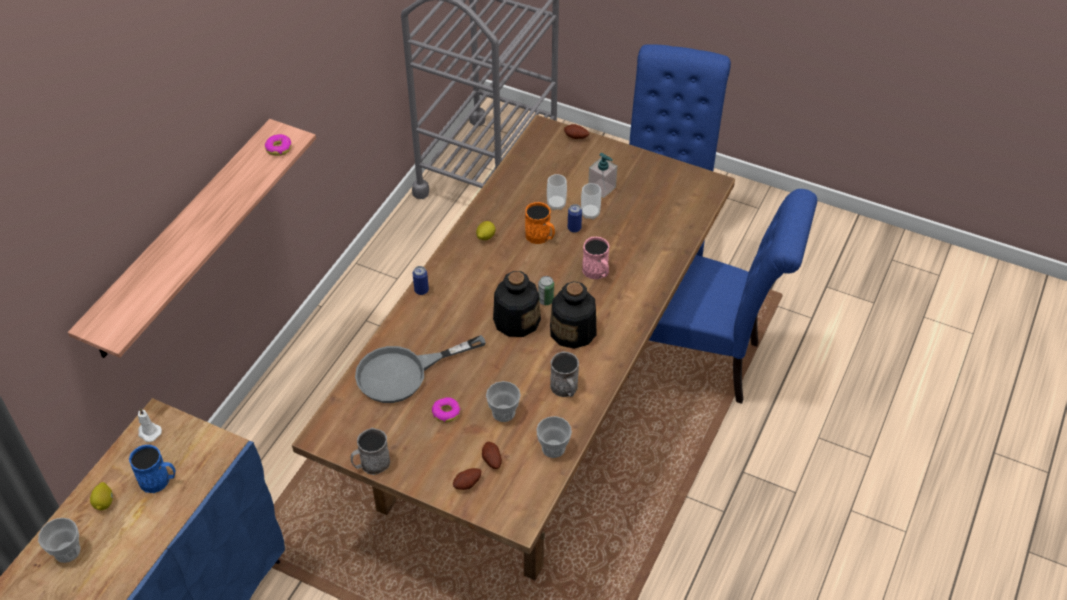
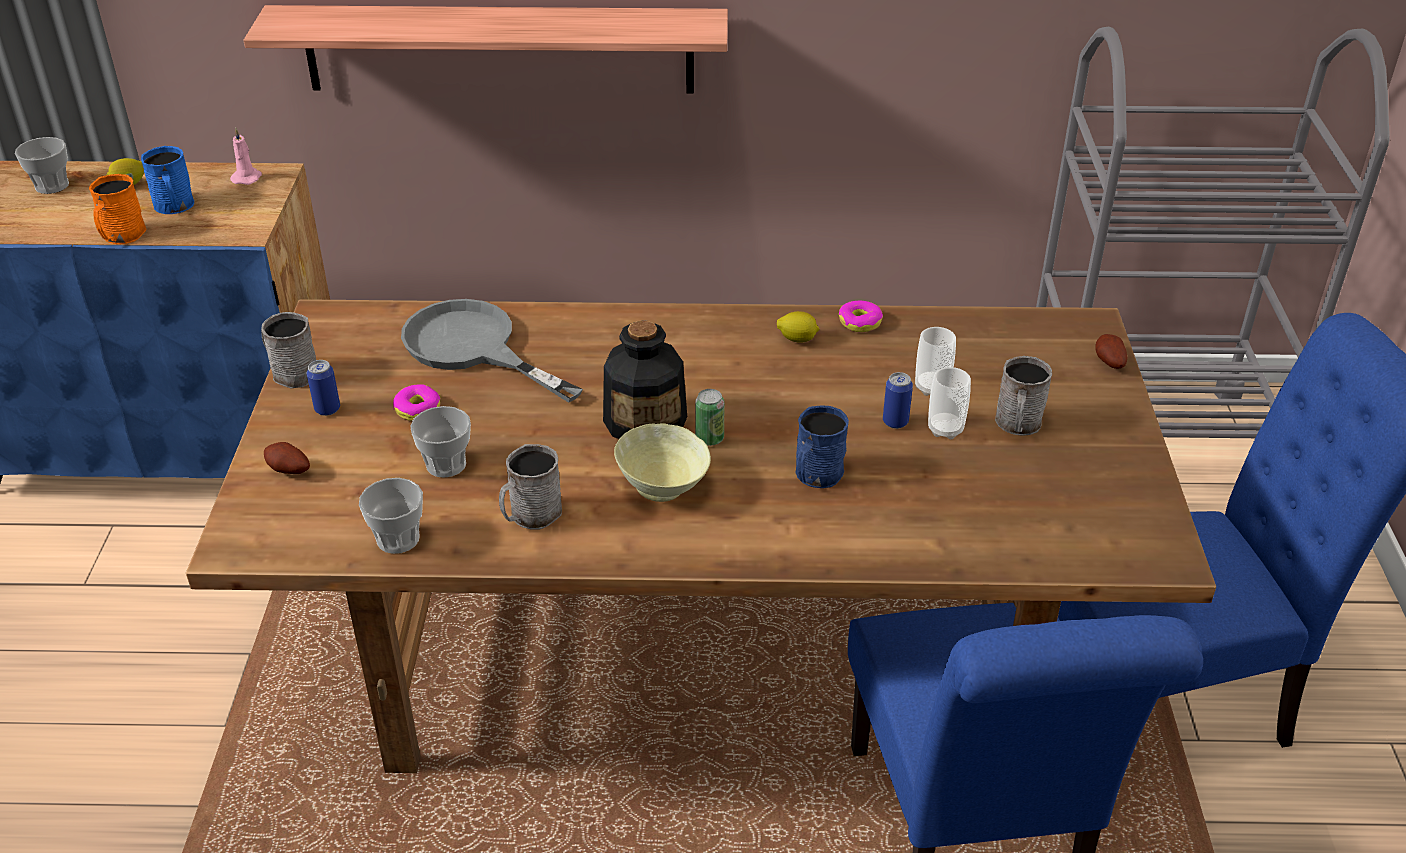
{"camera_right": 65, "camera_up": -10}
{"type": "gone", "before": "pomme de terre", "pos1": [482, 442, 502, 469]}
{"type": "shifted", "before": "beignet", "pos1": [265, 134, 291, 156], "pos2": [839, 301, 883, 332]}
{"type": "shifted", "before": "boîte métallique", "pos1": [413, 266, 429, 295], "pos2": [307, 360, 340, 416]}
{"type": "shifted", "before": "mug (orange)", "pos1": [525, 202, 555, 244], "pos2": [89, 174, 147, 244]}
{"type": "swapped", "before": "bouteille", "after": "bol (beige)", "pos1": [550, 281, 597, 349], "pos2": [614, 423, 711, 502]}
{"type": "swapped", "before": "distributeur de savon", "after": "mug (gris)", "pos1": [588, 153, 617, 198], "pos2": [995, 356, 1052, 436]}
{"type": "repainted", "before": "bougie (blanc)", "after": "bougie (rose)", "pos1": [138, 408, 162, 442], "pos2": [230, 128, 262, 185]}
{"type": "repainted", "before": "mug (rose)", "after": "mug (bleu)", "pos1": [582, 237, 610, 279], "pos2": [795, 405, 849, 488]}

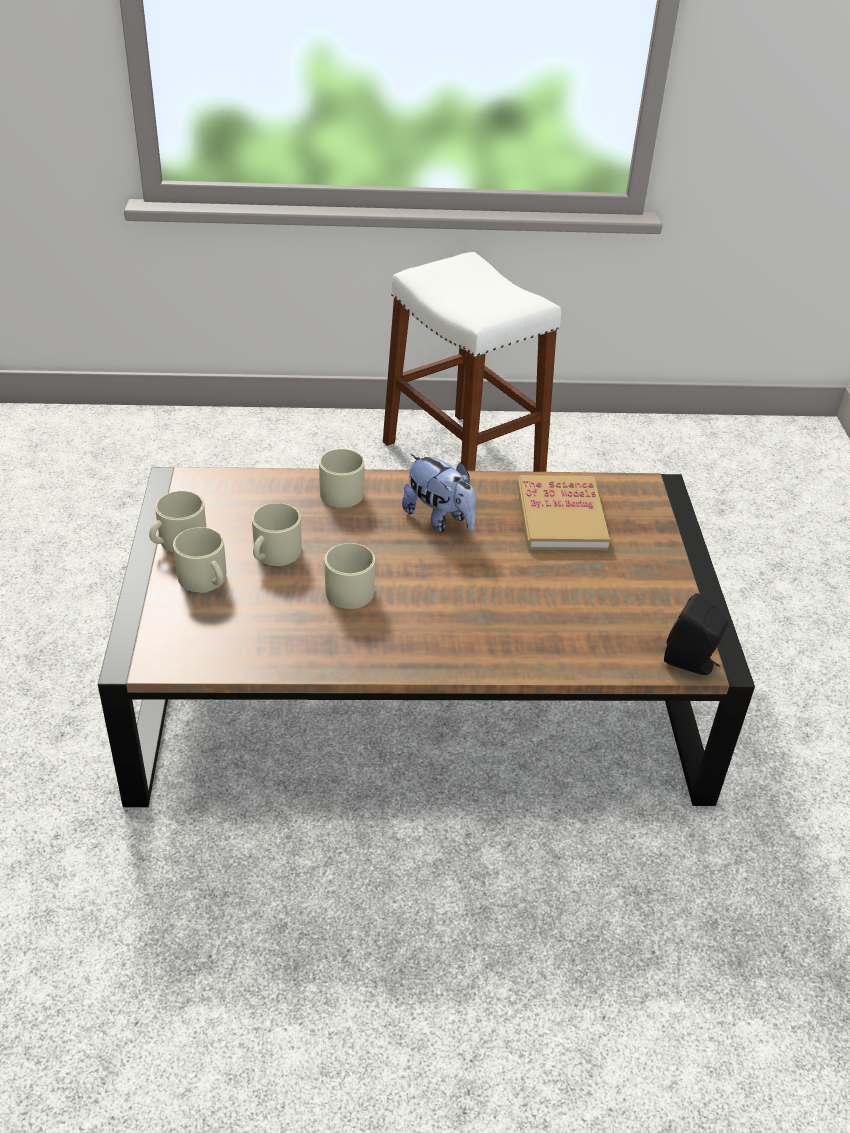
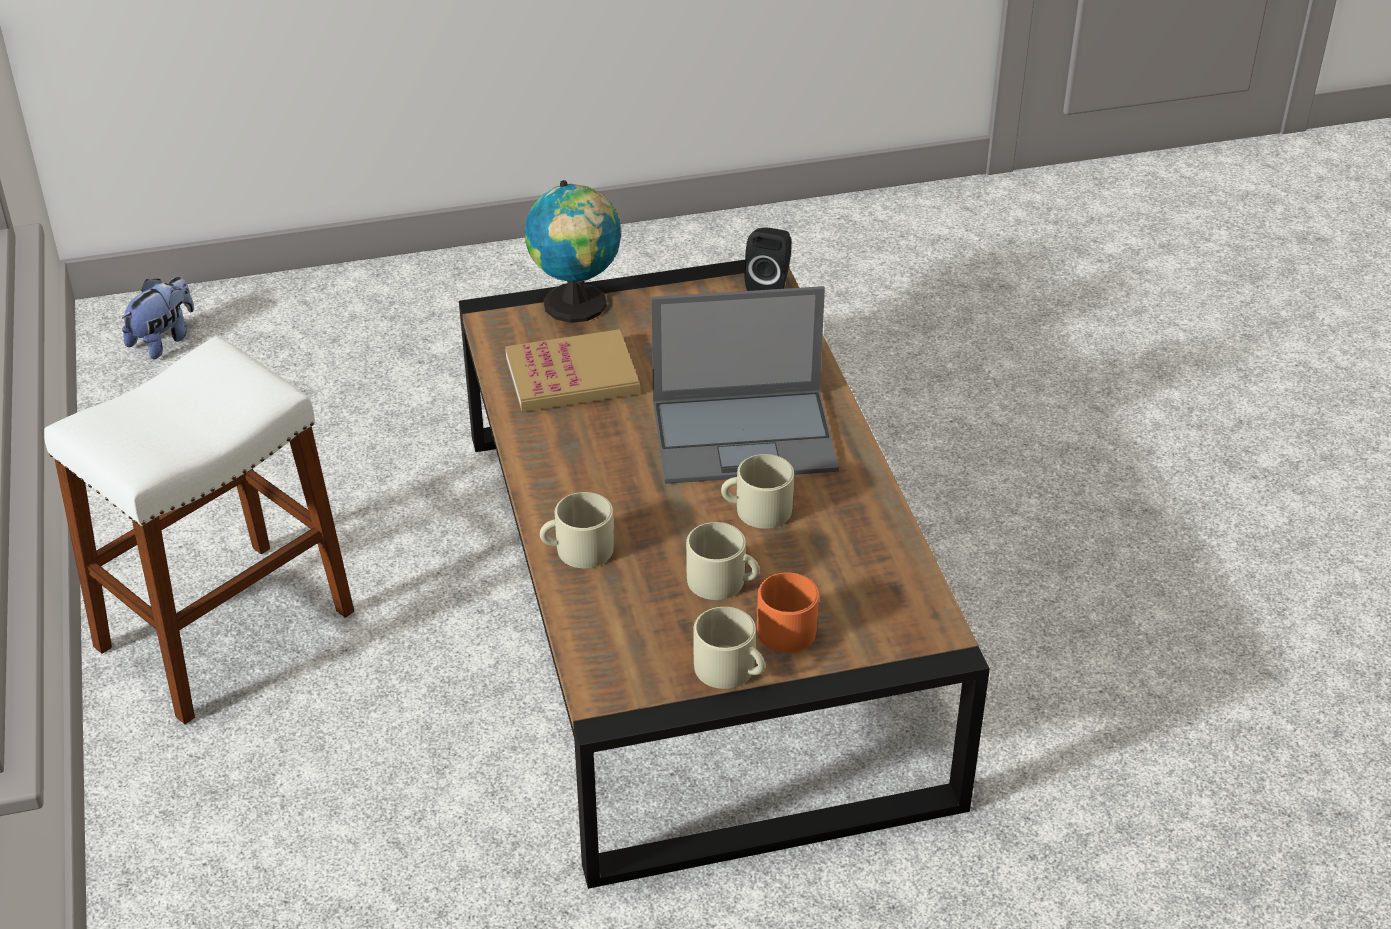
{"camera_right": -100, "camera_up": 0}
{"type": "new", "after": "globe", "pos2": [524, 180, 621, 323]}
{"type": "new", "after": "ordinateur portable", "pos2": [651, 286, 839, 484]}
{"type": "shifted", "before": "peluche", "pos1": [402, 453, 476, 532], "pos2": [122, 277, 194, 359]}
{"type": "repainted", "before": "mug (beige)", "after": "mug (orange)", "pos1": [173, 527, 226, 592], "pos2": [757, 572, 819, 653]}

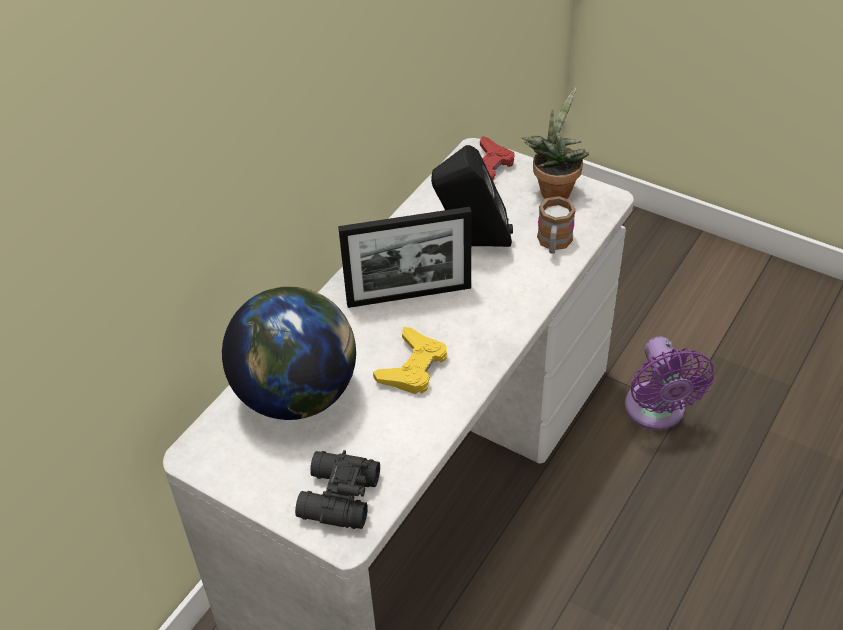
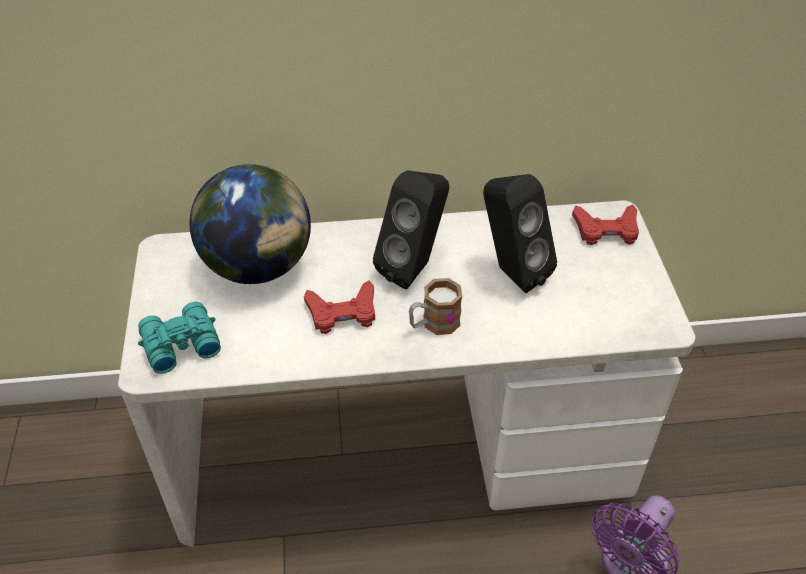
{"camera_right": 50, "camera_up": 0}
{"type": "gone", "before": "plante en pot", "pos1": [522, 88, 589, 199]}
{"type": "shifted", "before": "mug", "pos1": [537, 196, 576, 254], "pos2": [409, 278, 462, 335]}
{"type": "swapped", "before": "cadre photo", "after": "enceinte (noir)", "pos1": [338, 207, 472, 308], "pos2": [373, 170, 449, 289]}
{"type": "repainted", "before": "jumelles (noir)", "after": "jumelles (turquoise)", "pos1": [295, 450, 380, 529], "pos2": [138, 302, 221, 374]}
{"type": "repainted", "before": "manette (jaune)", "after": "manette (rouge)", "pos1": [373, 327, 447, 394], "pos2": [304, 280, 375, 334]}

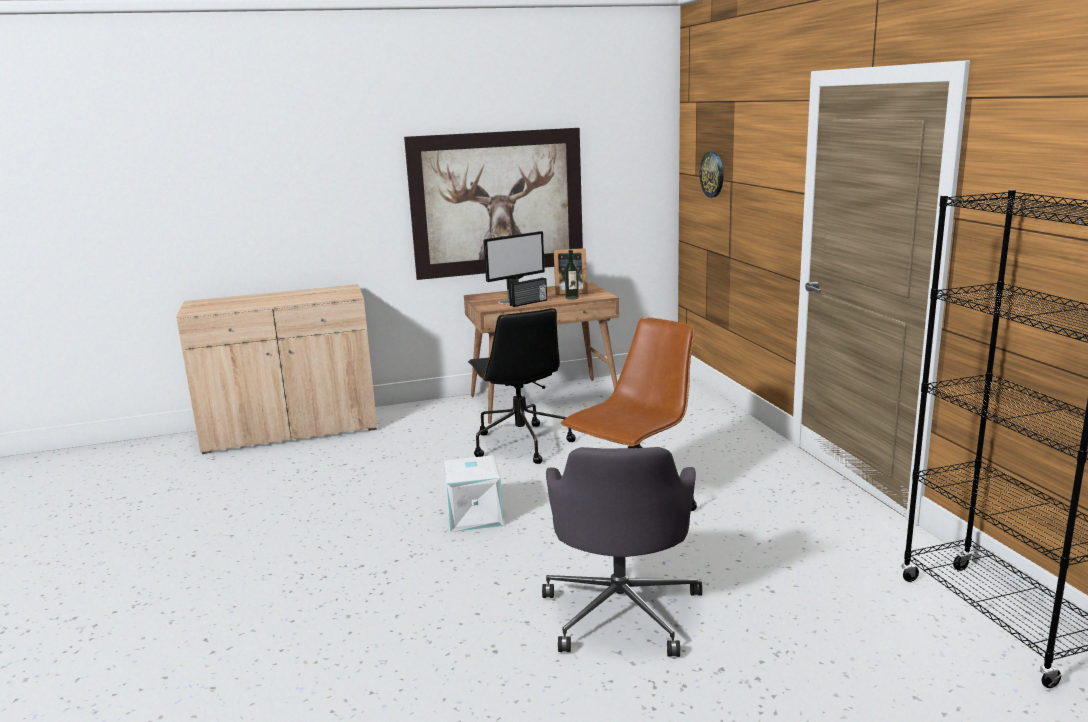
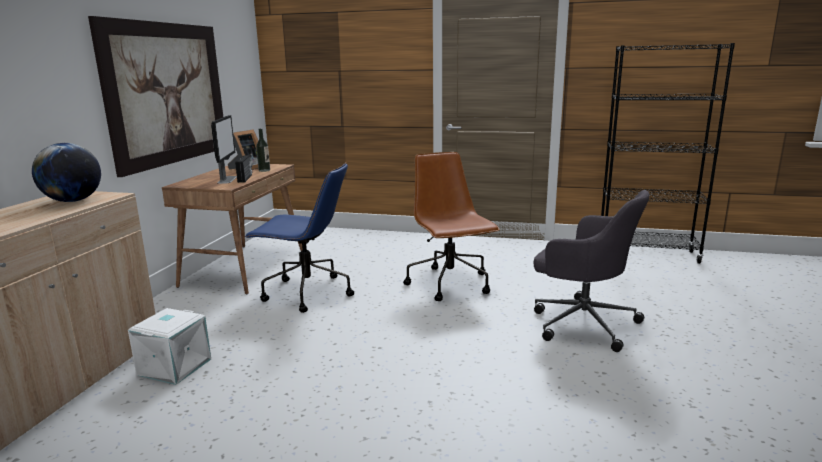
{"camera_right": -60, "camera_up": 0}
{"type": "gone", "before": "horloge murale", "pos1": [700, 151, 724, 198]}
{"type": "new", "after": "globe", "pos2": [32, 143, 101, 202]}
{"type": "shifted", "before": "boîte de rangement (blanc)", "pos1": [442, 456, 503, 532], "pos2": [128, 308, 211, 385]}
{"type": "repainted", "before": "chaise de bureau (noir)", "after": "chaise de bureau (bleu)", "pos1": [468, 308, 576, 464], "pos2": [244, 163, 354, 313]}

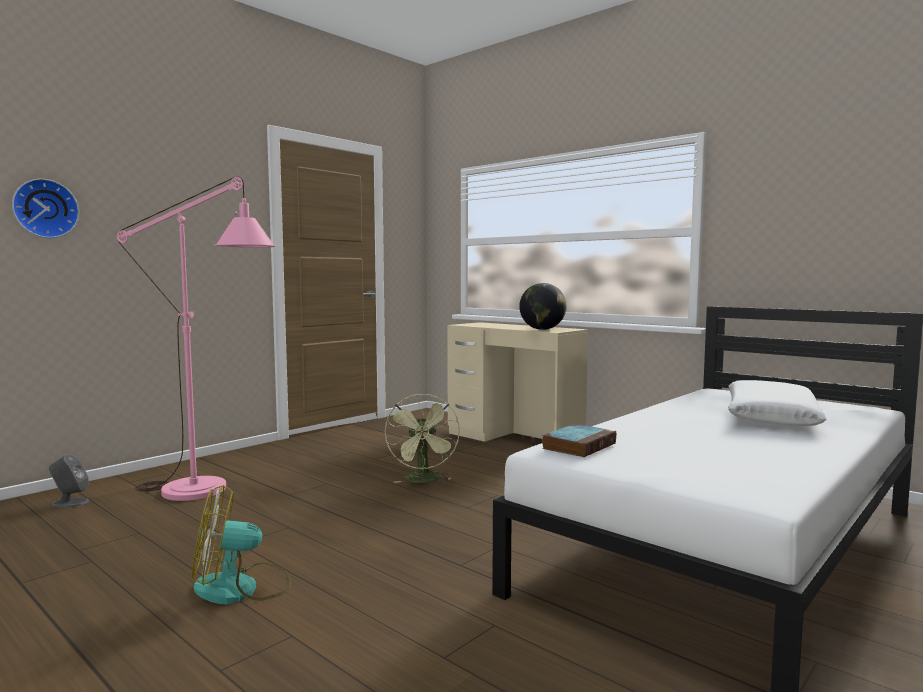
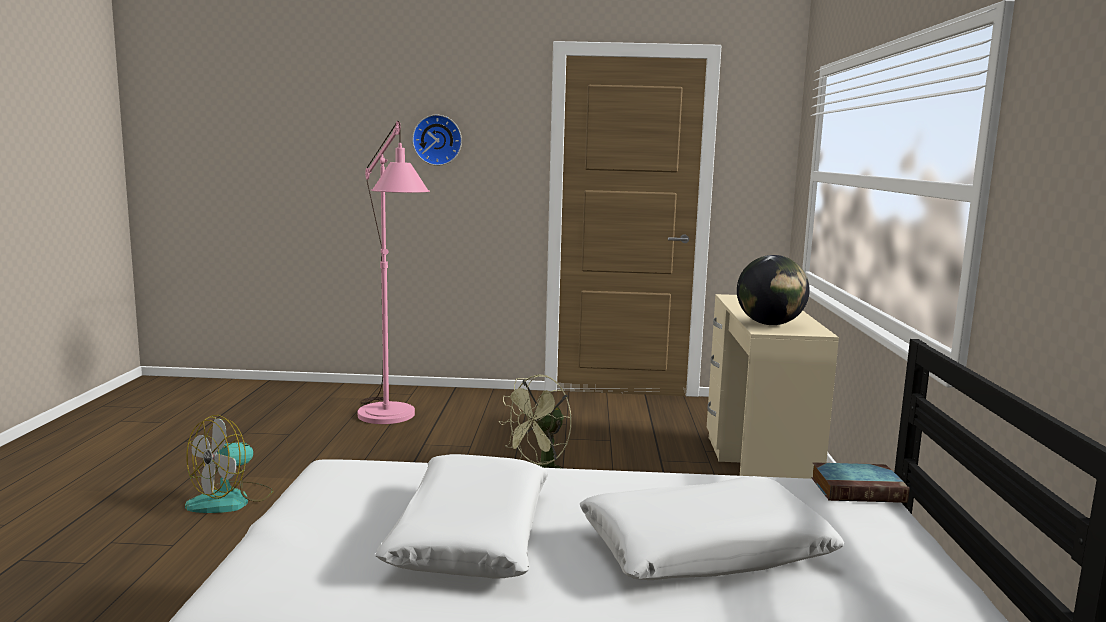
{"camera_right": 50, "camera_up": 5}
{"type": "gone", "before": "enceinte (gris)", "pos1": [49, 454, 89, 507]}
{"type": "new", "after": "coussin (blanc)", "pos2": [375, 454, 549, 579]}
{"type": "shifted", "before": "horloge murale", "pos1": [12, 179, 79, 238], "pos2": [412, 115, 462, 166]}
{"type": "shifted", "before": "livre", "pos1": [542, 424, 616, 457], "pos2": [811, 462, 910, 503]}
{"type": "rotated", "before": "ventilateur", "pos1": [192, 485, 291, 604], "pos2": [185, 415, 274, 513], "turn": -90}

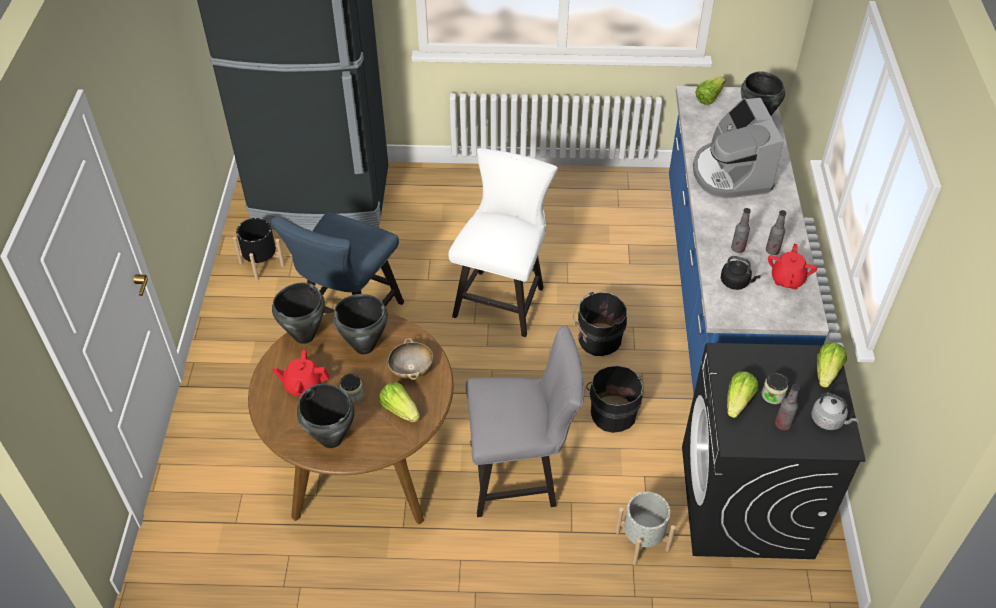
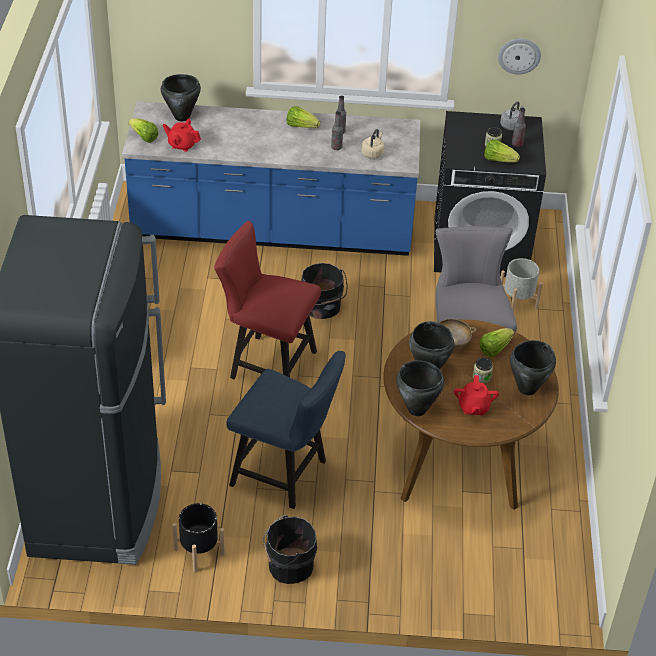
{"camera_right": -90, "camera_up": -5}
{"type": "gone", "before": "machine à café", "pos1": [693, 98, 784, 199]}
{"type": "new", "after": "horloge murale", "pos2": [498, 39, 541, 74]}
{"type": "shifted", "before": "seau (noir)", "pos1": [586, 366, 643, 433], "pos2": [263, 515, 317, 584]}
{"type": "shifted", "before": "théière (rouge)", "pos1": [768, 244, 817, 290], "pos2": [163, 119, 201, 152]}
{"type": "shifted", "before": "laitue", "pos1": [817, 342, 847, 388], "pos2": [286, 106, 320, 128]}
{"type": "repainted", "before": "chaise (blanc)", "after": "chaise (rouge)", "pos1": [448, 148, 558, 337], "pos2": [214, 221, 321, 379]}
{"type": "repainted", "before": "bouilloire (noir)", "after": "bouilloire (beige)", "pos1": [721, 256, 761, 290], "pos2": [361, 129, 385, 159]}

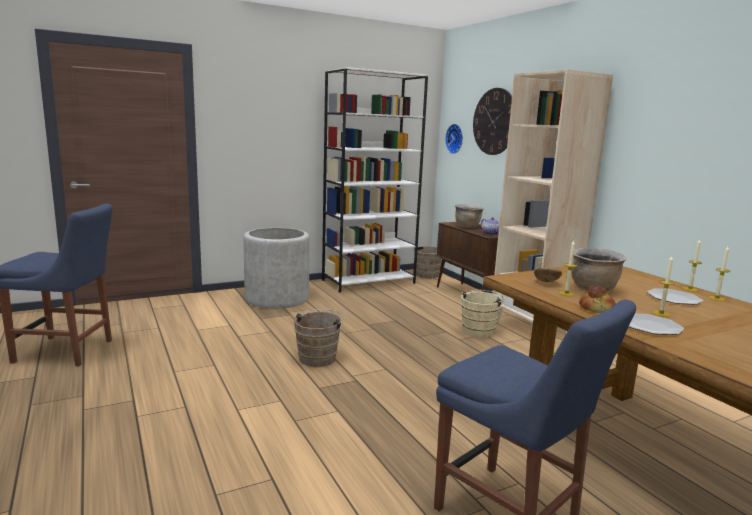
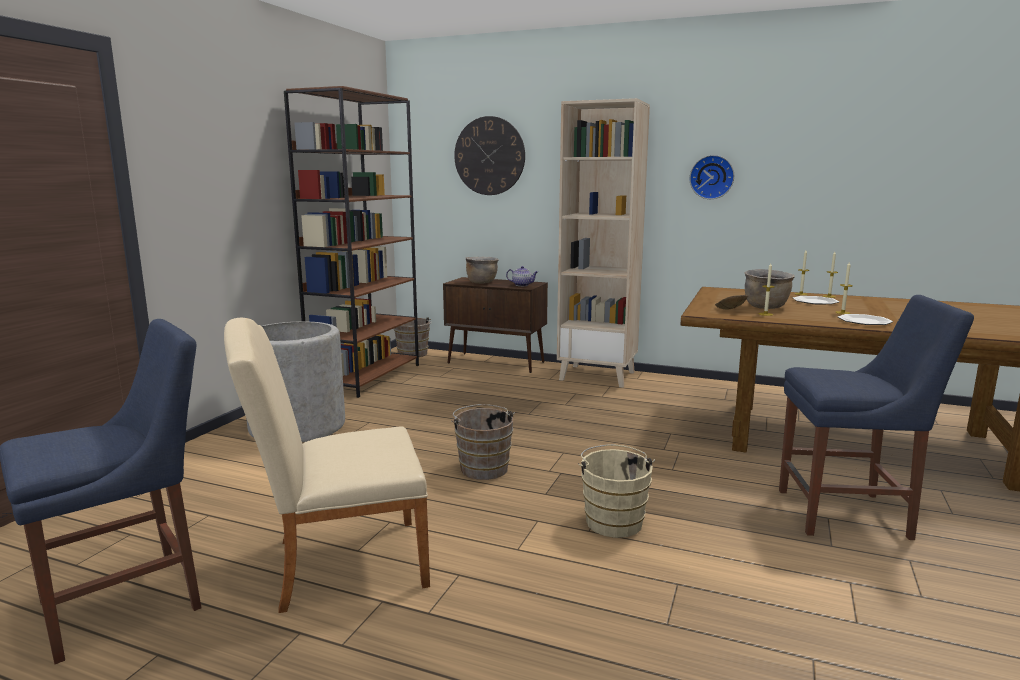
{"camera_right": -40, "camera_up": 0}
{"type": "gone", "before": "pain", "pos1": [579, 285, 616, 313]}
{"type": "new", "after": "chaise (beige)", "pos2": [224, 318, 430, 613]}
{"type": "shifted", "before": "horloge murale", "pos1": [445, 124, 463, 154], "pos2": [690, 155, 734, 199]}
{"type": "shifted", "before": "seau (beige)", "pos1": [461, 290, 505, 338], "pos2": [578, 444, 655, 538]}
{"type": "repainted", "before": "bibliothèque (blanc)", "after": "bibliothèque (marron)", "pos1": [322, 67, 428, 293], "pos2": [284, 86, 419, 398]}

